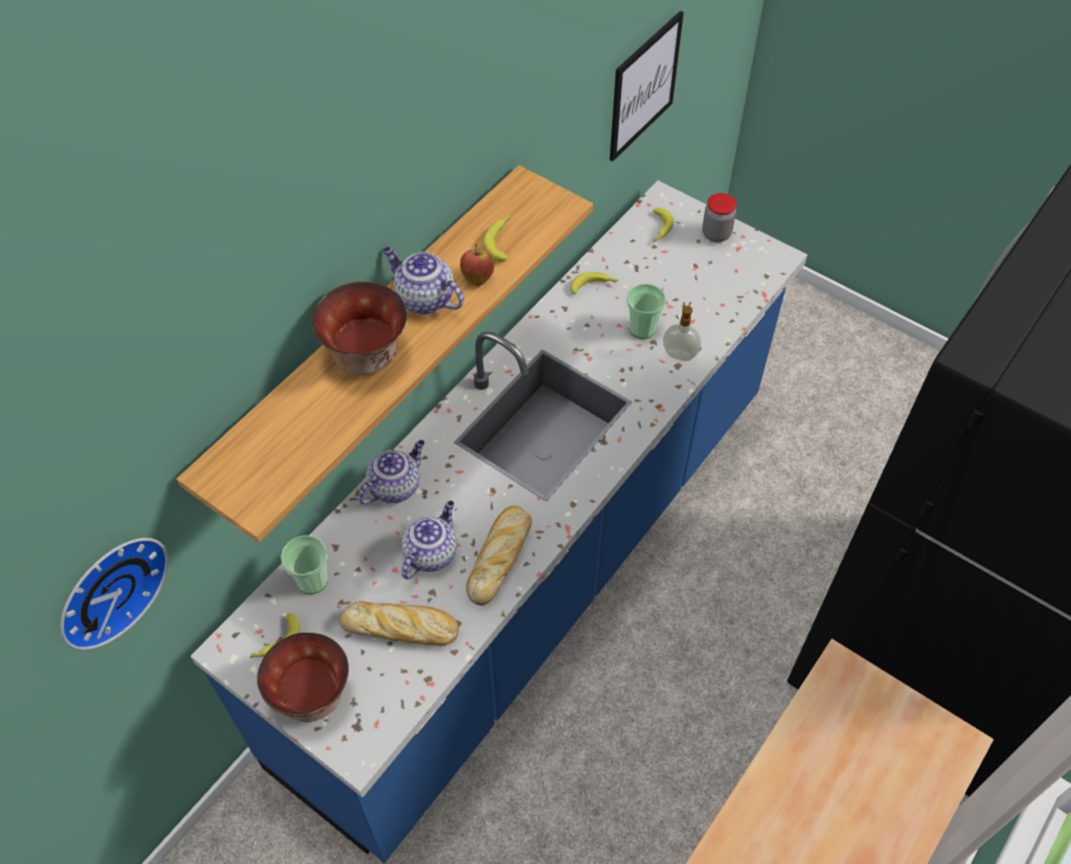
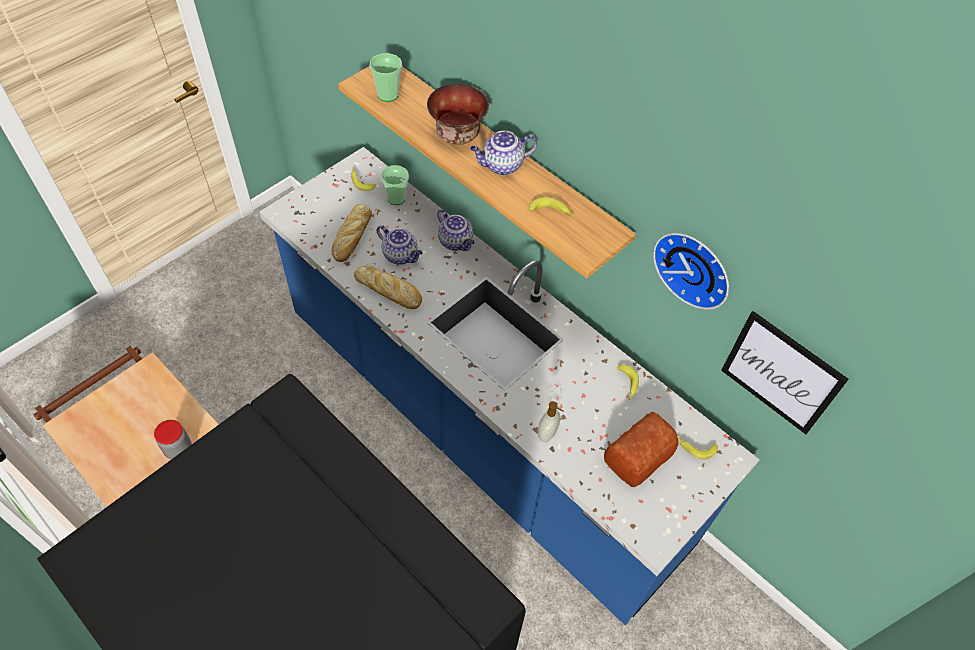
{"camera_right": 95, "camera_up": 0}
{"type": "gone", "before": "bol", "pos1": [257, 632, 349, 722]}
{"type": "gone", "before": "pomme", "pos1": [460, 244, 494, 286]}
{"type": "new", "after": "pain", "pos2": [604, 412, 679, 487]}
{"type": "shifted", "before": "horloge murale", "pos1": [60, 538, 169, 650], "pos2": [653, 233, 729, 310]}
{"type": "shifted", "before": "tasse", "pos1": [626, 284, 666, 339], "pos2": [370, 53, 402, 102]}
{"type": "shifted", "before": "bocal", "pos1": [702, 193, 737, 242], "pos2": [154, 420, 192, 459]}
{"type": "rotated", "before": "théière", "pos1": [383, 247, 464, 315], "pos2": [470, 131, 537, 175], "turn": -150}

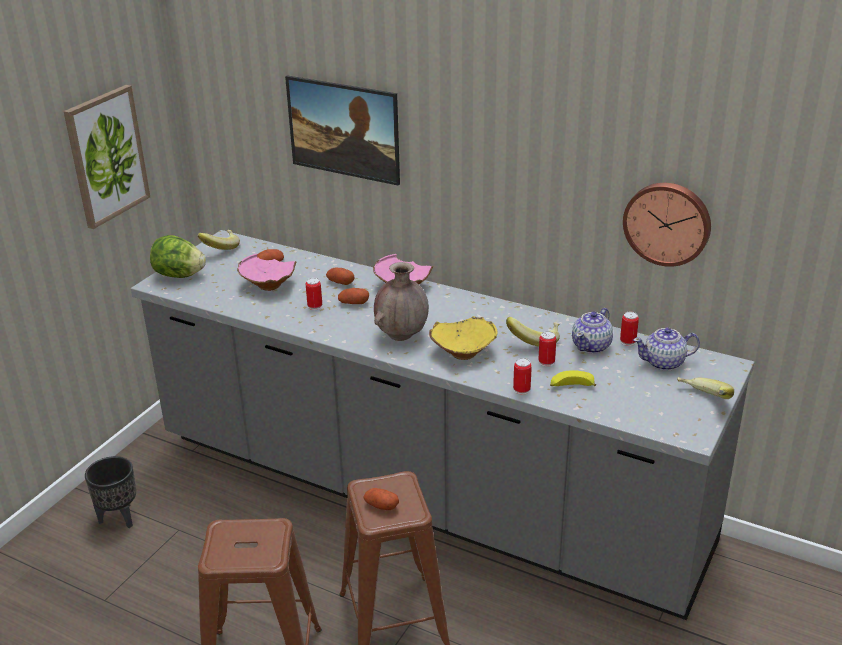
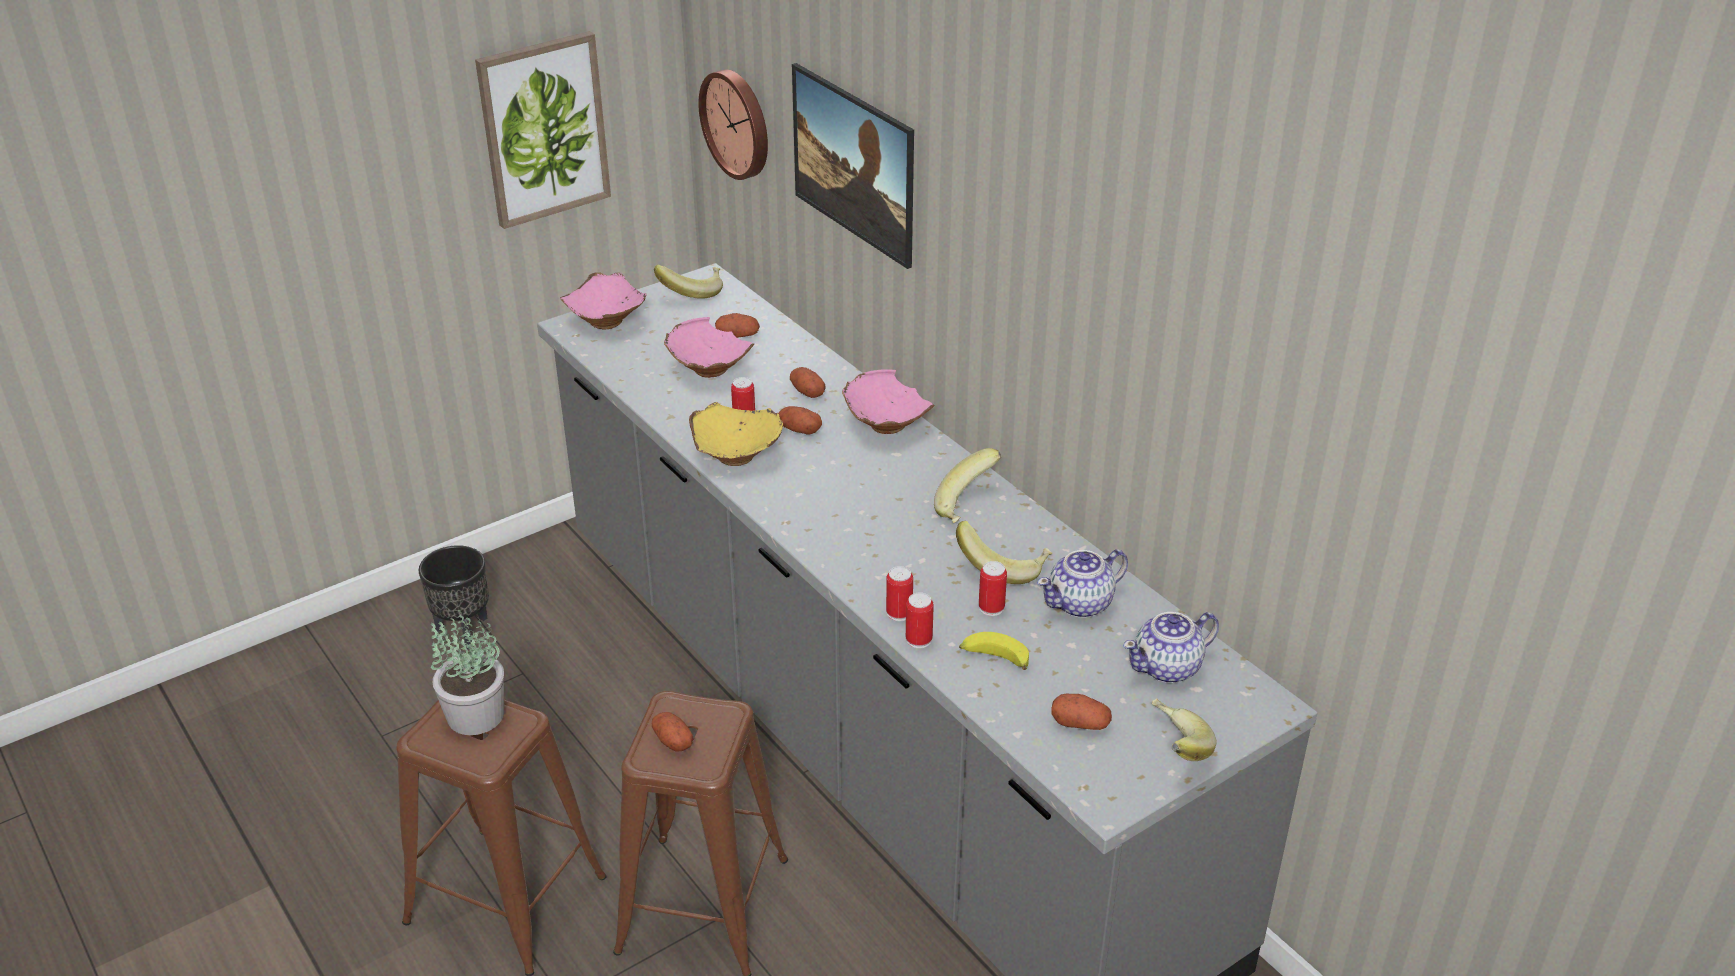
{"camera_right": 25, "camera_up": 5}
{"type": "gone", "before": "vase (marron)", "pos1": [374, 262, 429, 341]}
{"type": "new", "after": "plante en pot", "pos2": [430, 610, 504, 735]}
{"type": "new", "after": "banane", "pos2": [934, 448, 1001, 523]}
{"type": "new", "after": "pomme de terre", "pos2": [1051, 694, 1112, 730]}
{"type": "shifted", "before": "bol (jaune)", "pos1": [429, 316, 498, 360], "pos2": [689, 402, 783, 466]}
{"type": "shifted", "before": "boîte métallique", "pos1": [620, 312, 639, 346], "pos2": [886, 566, 913, 621]}
{"type": "shifted", "before": "horloge murale", "pos1": [623, 183, 711, 267], "pos2": [698, 70, 768, 180]}
{"type": "swapped", "before": "laitue", "after": "bol (rose)", "pos1": [150, 235, 206, 278], "pos2": [560, 272, 647, 329]}
{"type": "rotated", "before": "théière", "pos1": [633, 328, 700, 371], "pos2": [1123, 612, 1219, 683], "turn": -45}

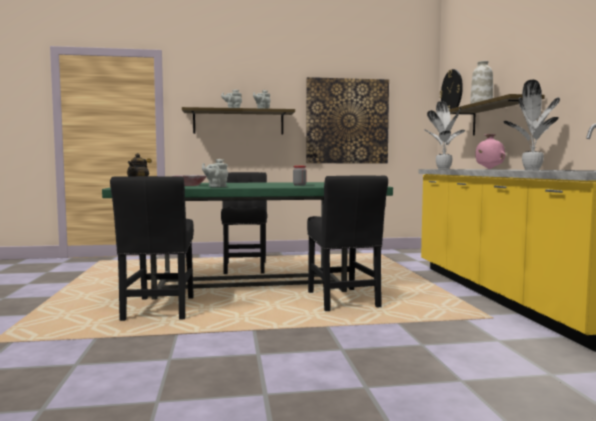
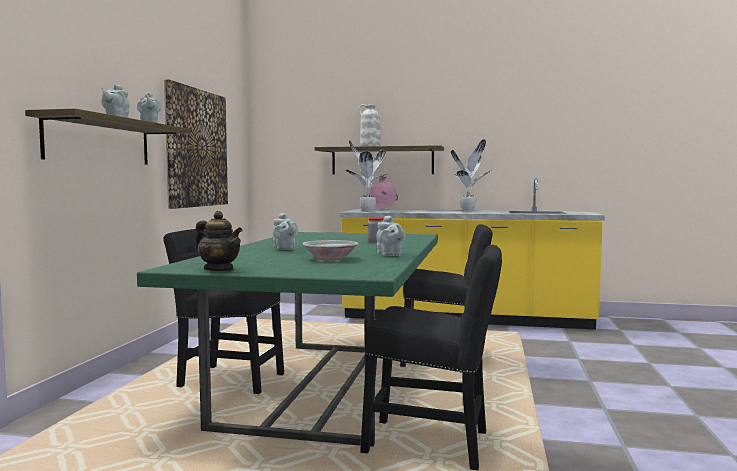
{"camera_right": -70, "camera_up": 0}
{"type": "gone", "before": "horloge murale", "pos1": [440, 69, 463, 109]}
{"type": "new", "after": "théière (gris)", "pos2": [273, 213, 298, 250]}

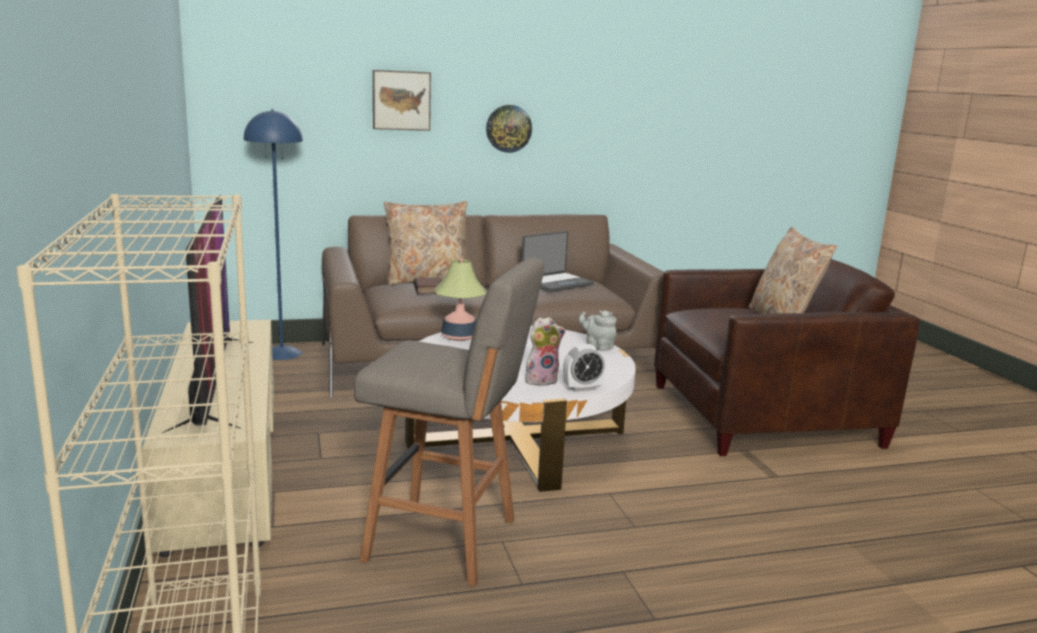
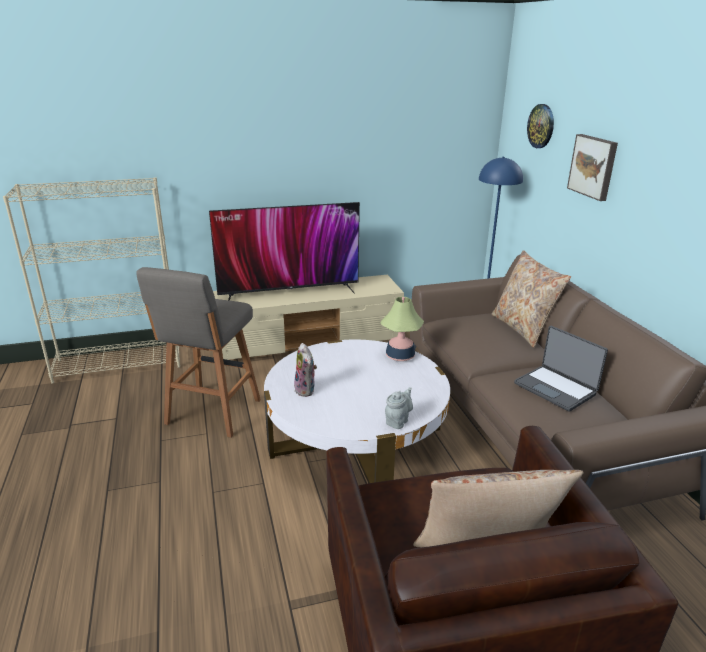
{"camera_right": 90, "camera_up": 10}
{"type": "gone", "before": "livre", "pos1": [414, 278, 440, 294]}
{"type": "gone", "before": "réveil", "pos1": [563, 344, 606, 392]}
{"type": "shifted", "before": "horloge murale", "pos1": [486, 105, 532, 153], "pos2": [527, 104, 554, 148]}

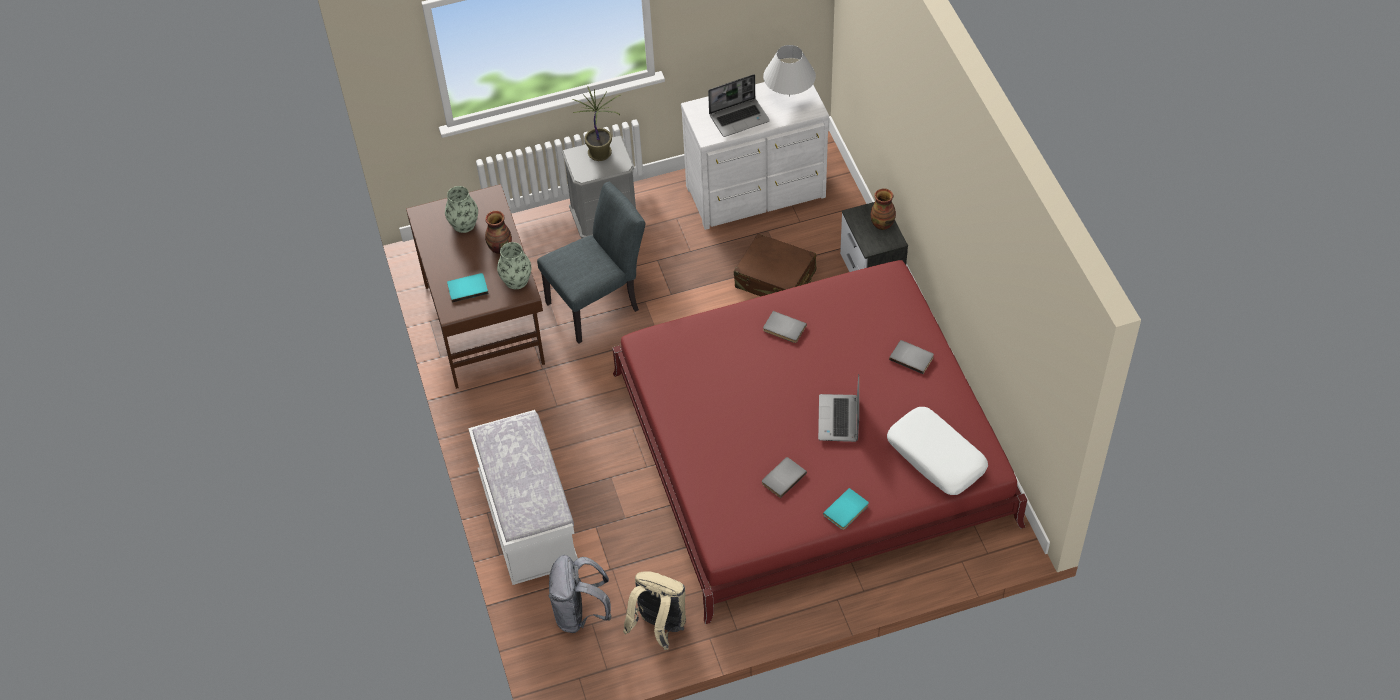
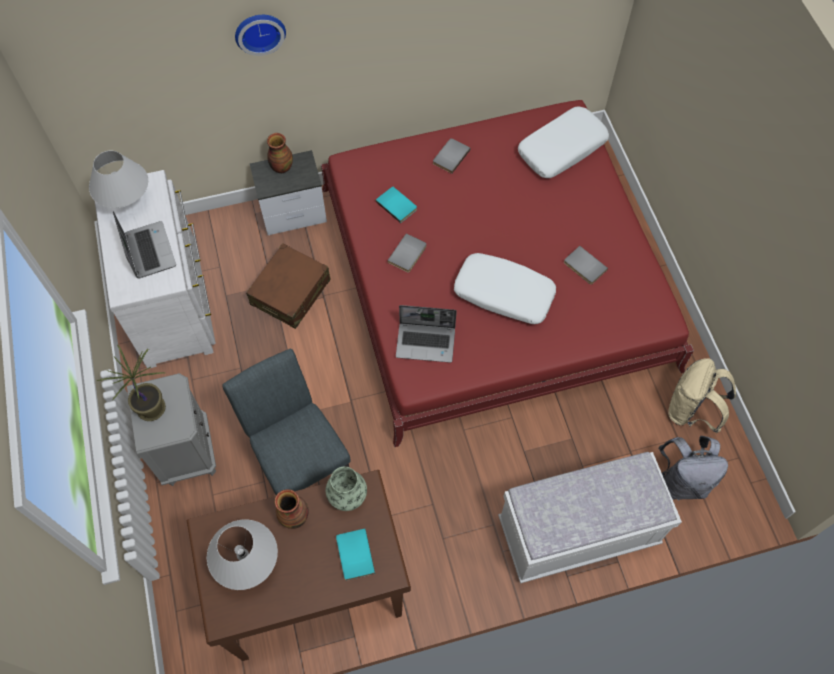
{"camera_right": -90, "camera_up": 10}
{"type": "new", "after": "horloge murale", "pos2": [235, 15, 286, 56]}
{"type": "new", "after": "coussin (blanc)", "pos2": [454, 253, 556, 324]}
{"type": "shifted", "before": "ordinateur portable", "pos1": [818, 374, 859, 442], "pos2": [396, 305, 457, 363]}
{"type": "shifted", "before": "livre (turquoise)", "pos1": [823, 488, 869, 530], "pos2": [376, 187, 417, 223]}
{"type": "swapped", "before": "vase", "after": "lampe de table (blanc)", "pos1": [445, 186, 478, 233], "pos2": [207, 519, 278, 590]}

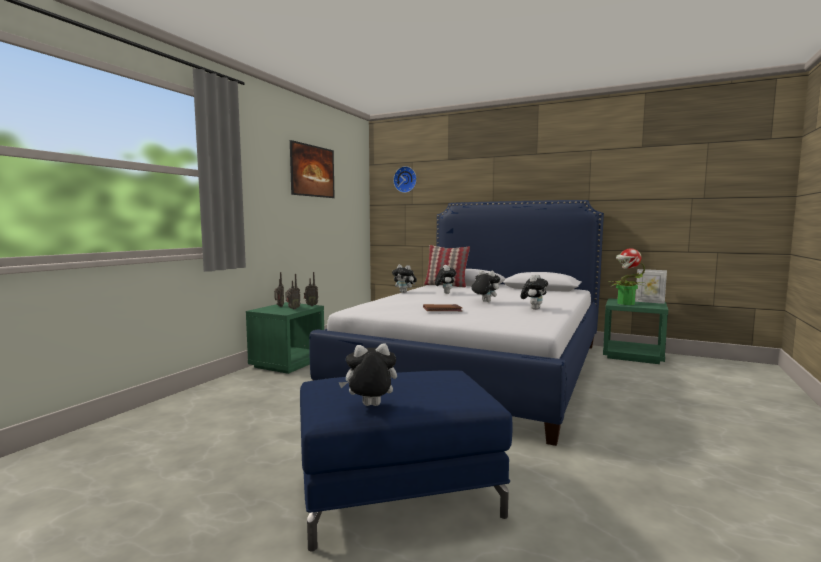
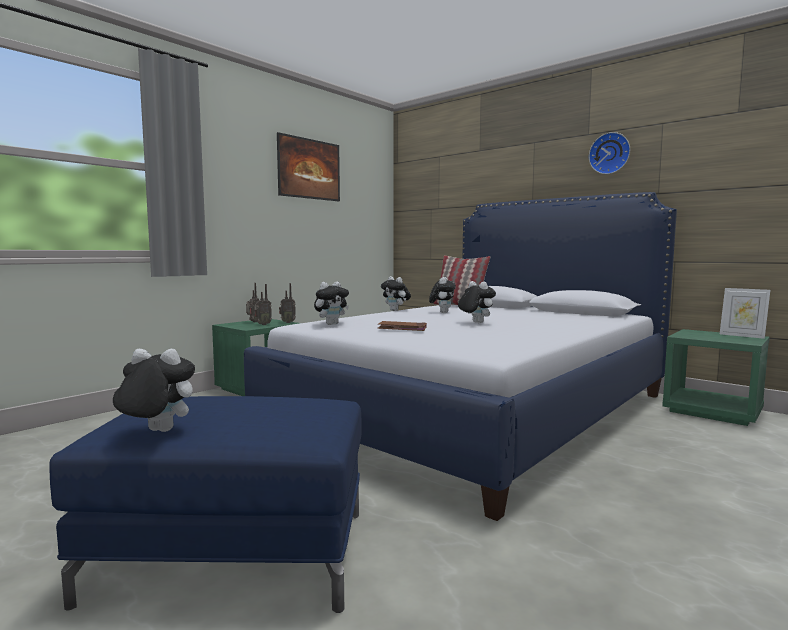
{"camera_right": 15, "camera_up": 0}
{"type": "gone", "before": "plante en pot", "pos1": [608, 248, 645, 305]}
{"type": "shifted", "before": "horloge murale", "pos1": [393, 166, 417, 193], "pos2": [589, 132, 630, 174]}
{"type": "shifted", "before": "peluche", "pos1": [521, 274, 548, 310], "pos2": [314, 281, 349, 325]}

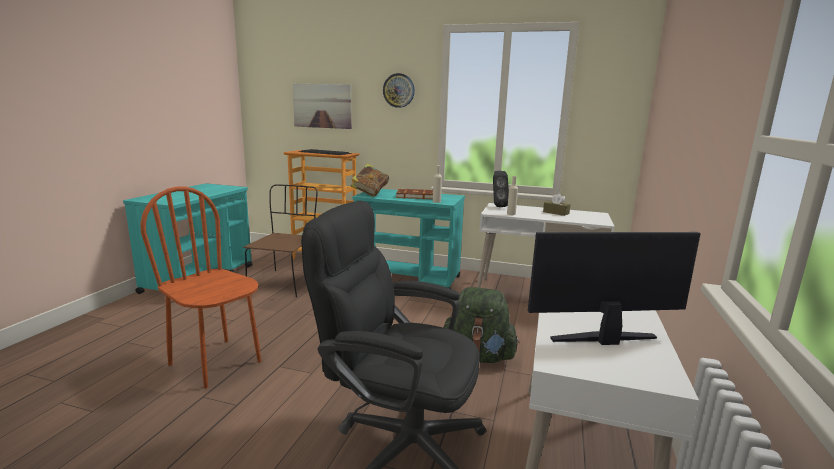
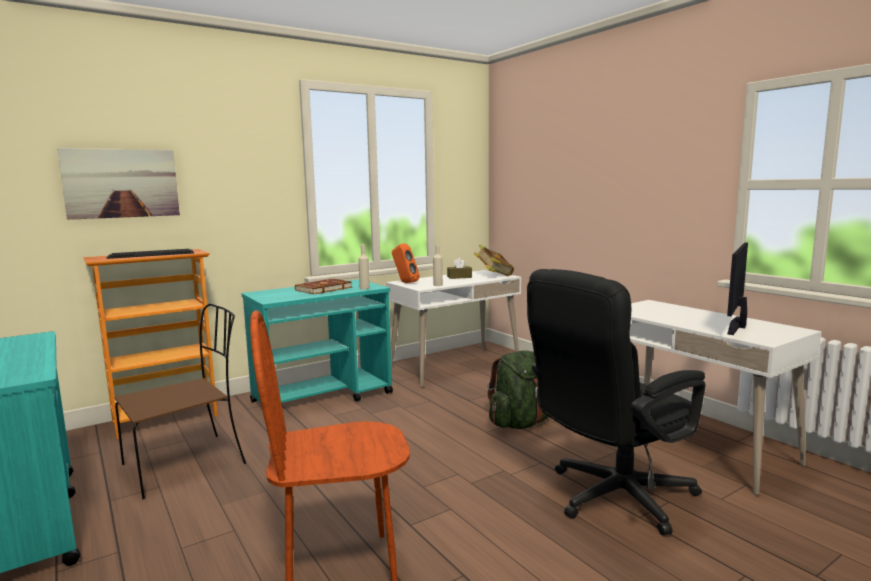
{"camera_right": -50, "camera_up": -5}
{"type": "gone", "before": "horloge murale", "pos1": [383, 73, 415, 108]}
{"type": "shifted", "before": "livre", "pos1": [350, 164, 389, 197], "pos2": [474, 245, 514, 276]}
{"type": "repainted", "before": "enceinte (noir)", "after": "enceinte (orange)", "pos1": [493, 171, 509, 207], "pos2": [392, 244, 420, 283]}
{"type": "rotated", "before": "chaise (marron)", "pos1": [244, 184, 318, 297], "pos2": [114, 304, 246, 499], "turn": 90}

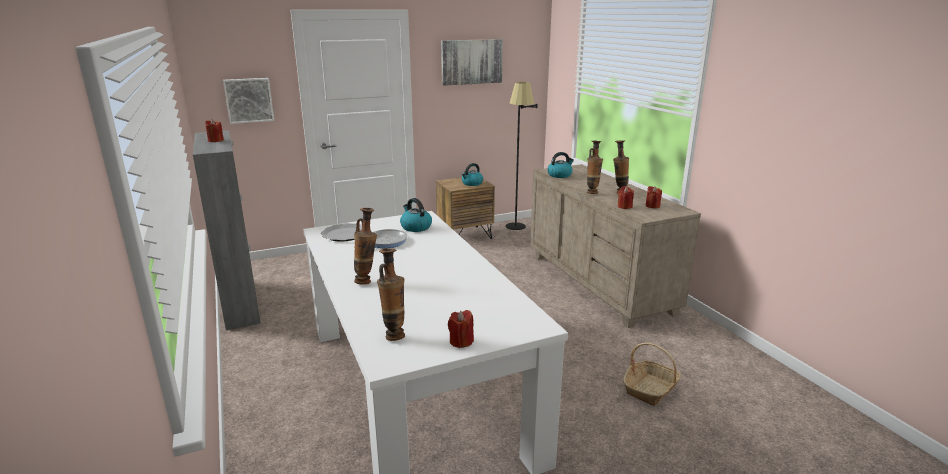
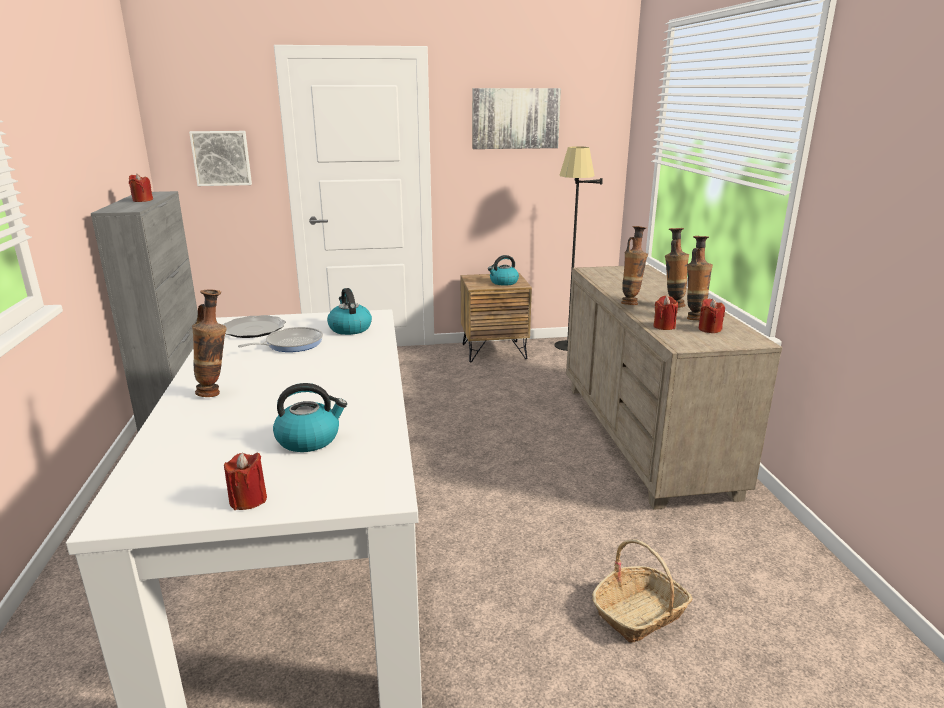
{"camera_right": 15, "camera_up": 0}
{"type": "shifted", "before": "vase", "pos1": [377, 248, 405, 341], "pos2": [687, 236, 713, 320]}
{"type": "shifted", "before": "bouilloire", "pos1": [547, 152, 574, 178], "pos2": [273, 383, 347, 452]}

